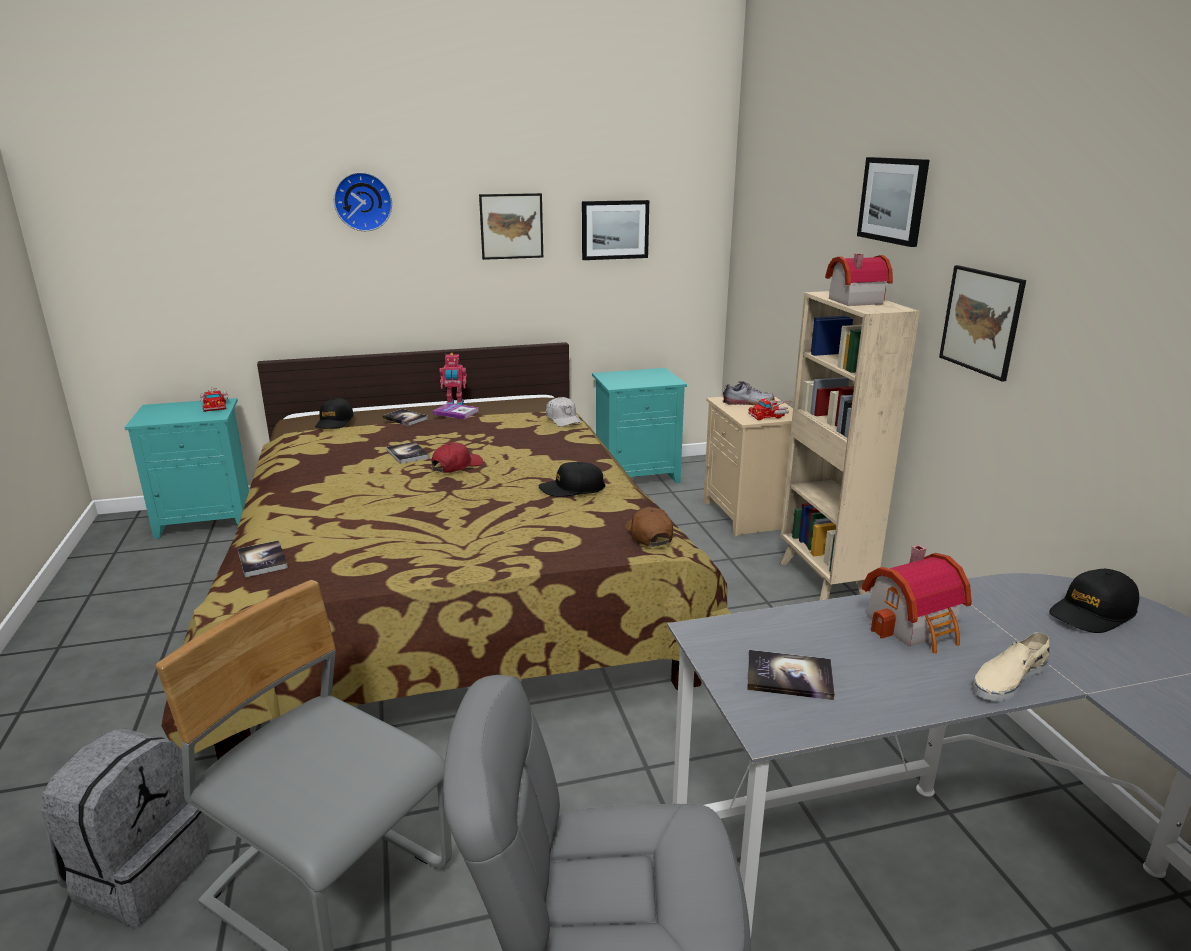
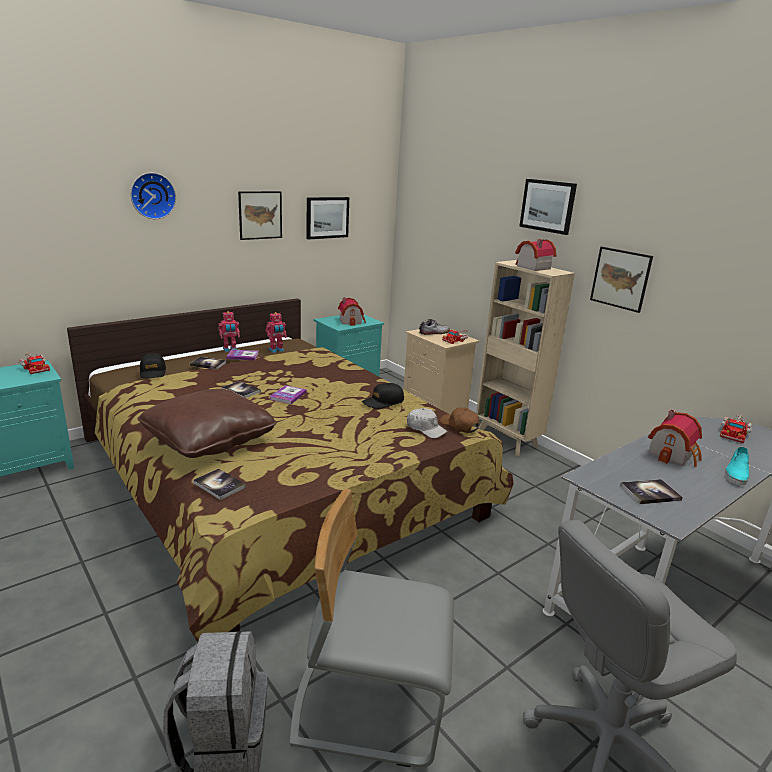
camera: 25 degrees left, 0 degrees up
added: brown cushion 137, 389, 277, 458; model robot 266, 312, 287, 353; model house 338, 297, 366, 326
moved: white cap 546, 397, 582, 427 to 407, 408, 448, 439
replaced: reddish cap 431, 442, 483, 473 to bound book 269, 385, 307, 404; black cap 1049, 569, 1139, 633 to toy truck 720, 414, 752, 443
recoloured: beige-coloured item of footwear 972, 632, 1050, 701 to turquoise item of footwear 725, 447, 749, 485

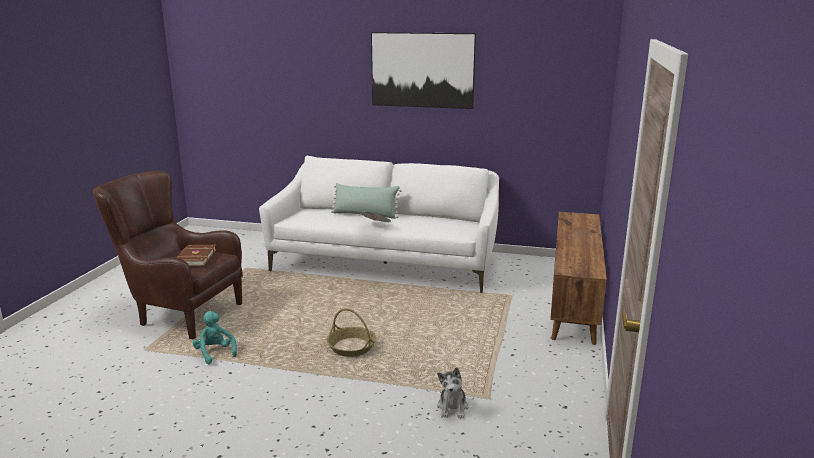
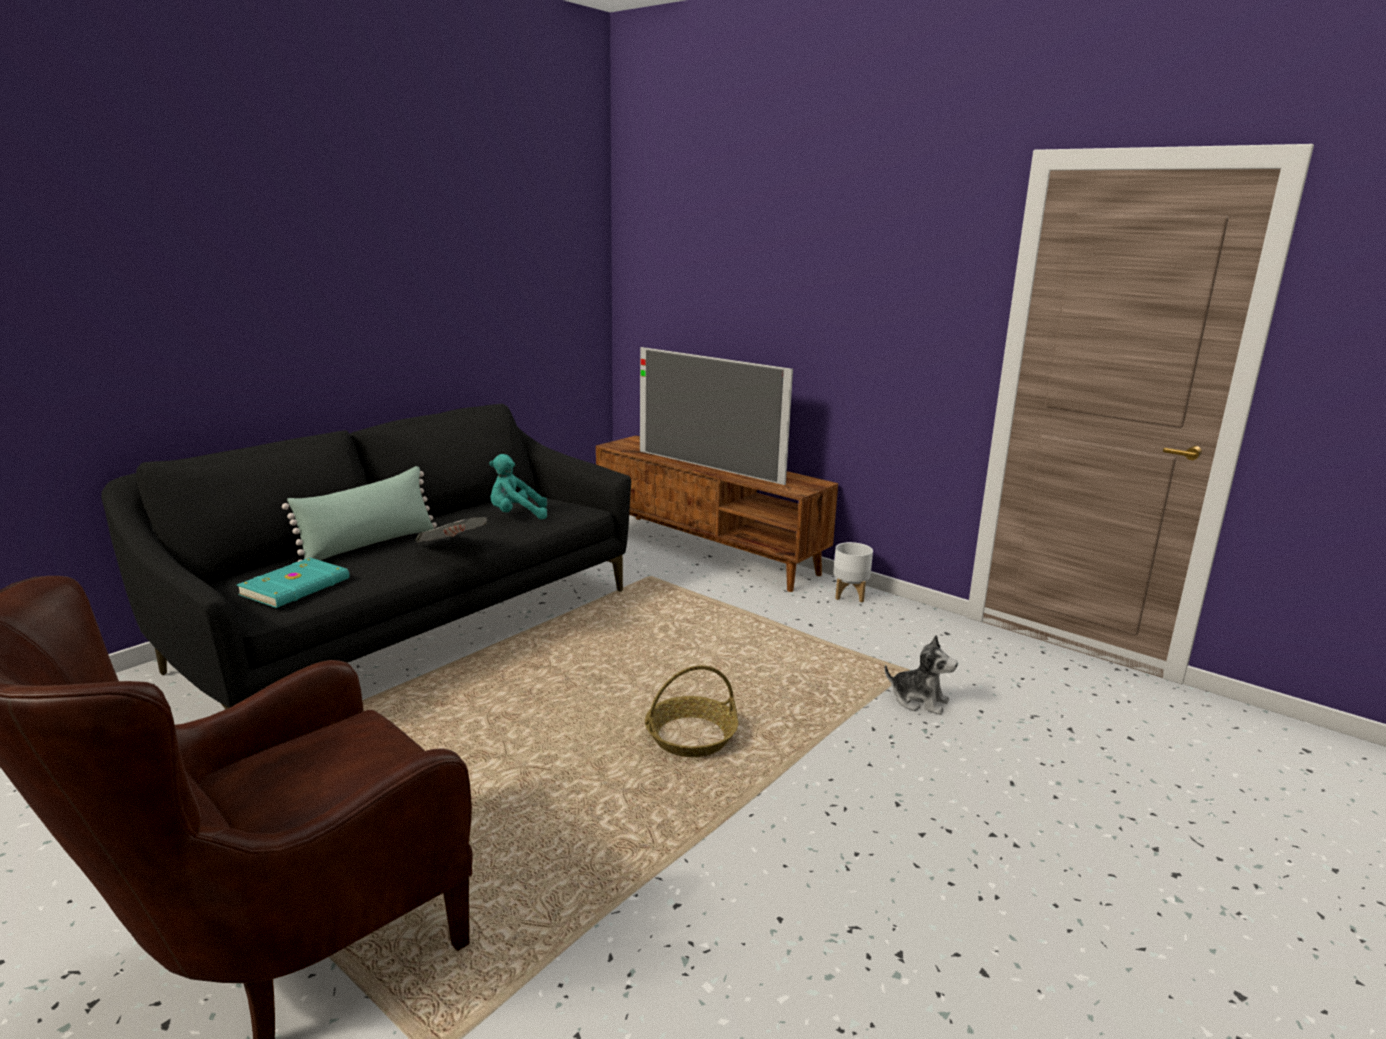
camera: 65 degrees left, 0 degrees up
removed: brown bound book 176, 245, 216, 266; picture 371, 32, 476, 109
added: turquoise bound book 237, 558, 349, 608; television 640, 347, 793, 485; white plant pot 833, 542, 873, 603
moved: turquoise cuddly toy 192, 311, 237, 364 to 489, 454, 547, 519
recoloured: white settee 259, 156, 499, 293 to black settee 101, 404, 631, 709

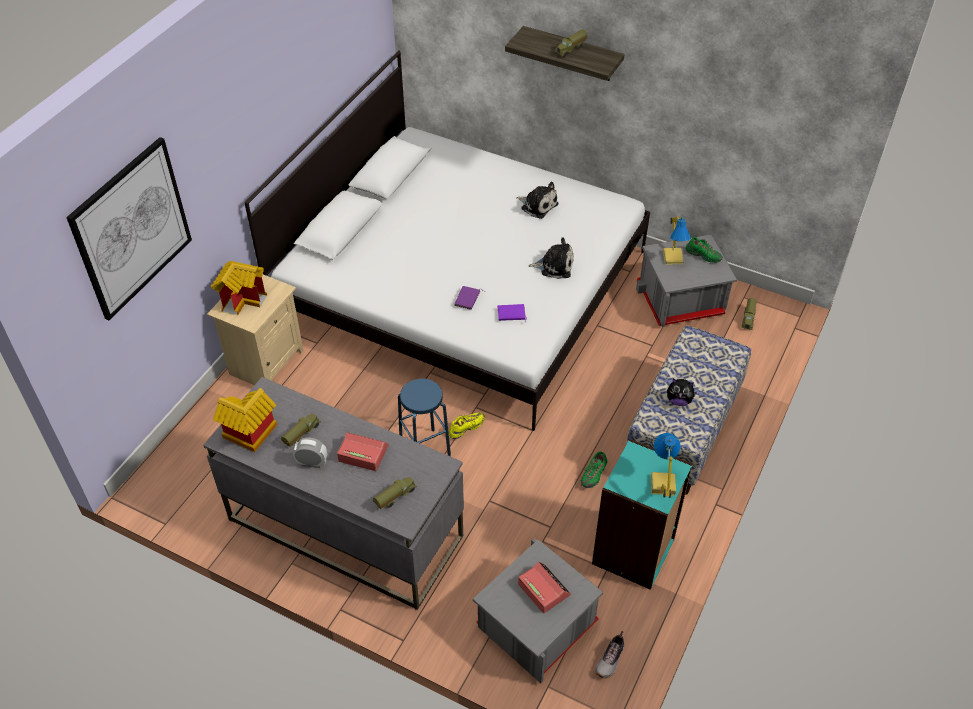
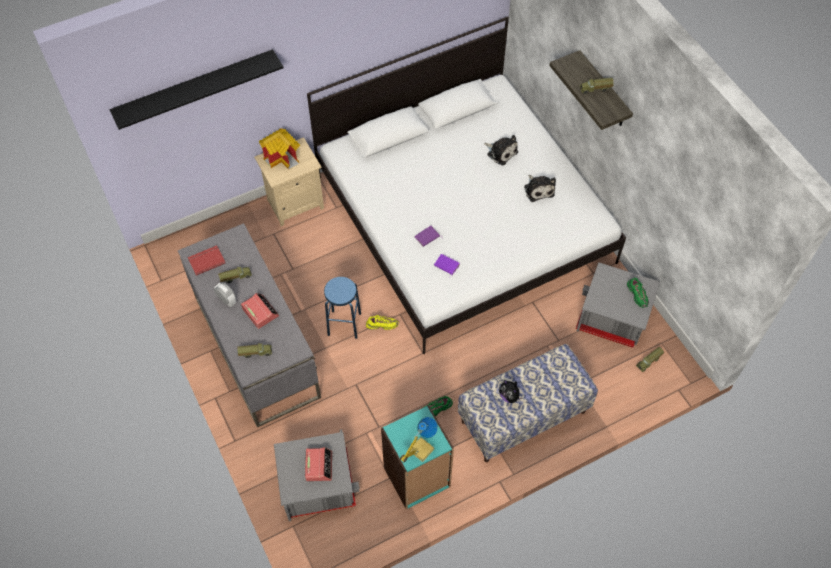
camera: 35 degrees right, 10 degrees up
removed: item of footwear 595, 631, 624, 678; tabletop lamp 663, 216, 691, 265
moved: cuddly toy 529, 237, 574, 279 to 484, 135, 518, 166
replaced: picture 66, 137, 192, 320 to black wall shelf 109, 49, 283, 130; model house 213, 388, 277, 452 to reddish bound book 188, 245, 225, 276

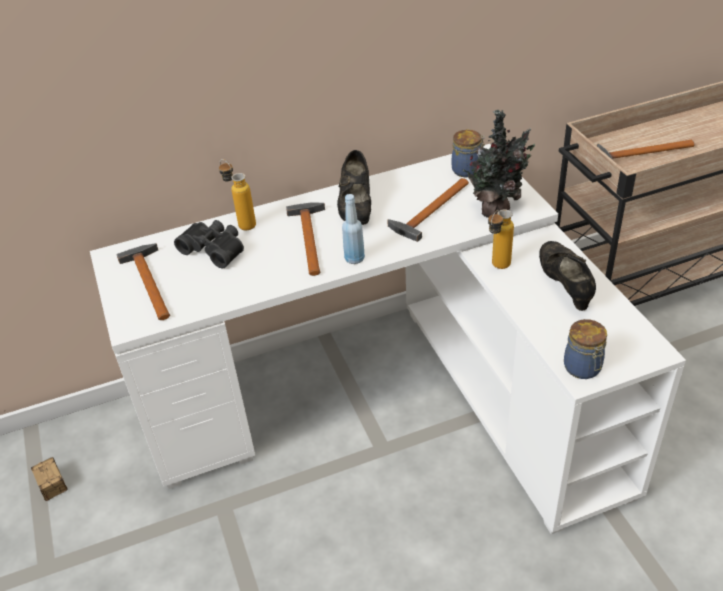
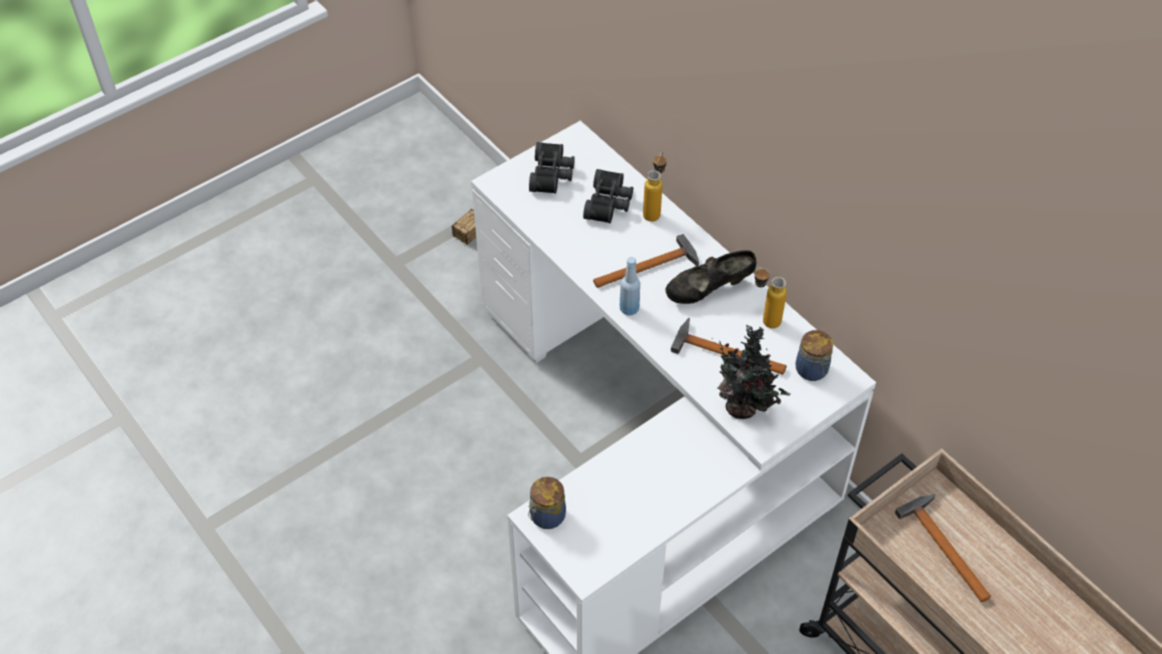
camera: 70 degrees right, 10 degrees up
removed: black item of footwear 539, 241, 596, 311
moved: beverage bottle 488, 209, 514, 269 to 754, 268, 787, 328
replaced: tool hammer 117, 243, 170, 320 to black field glasses 529, 142, 575, 194

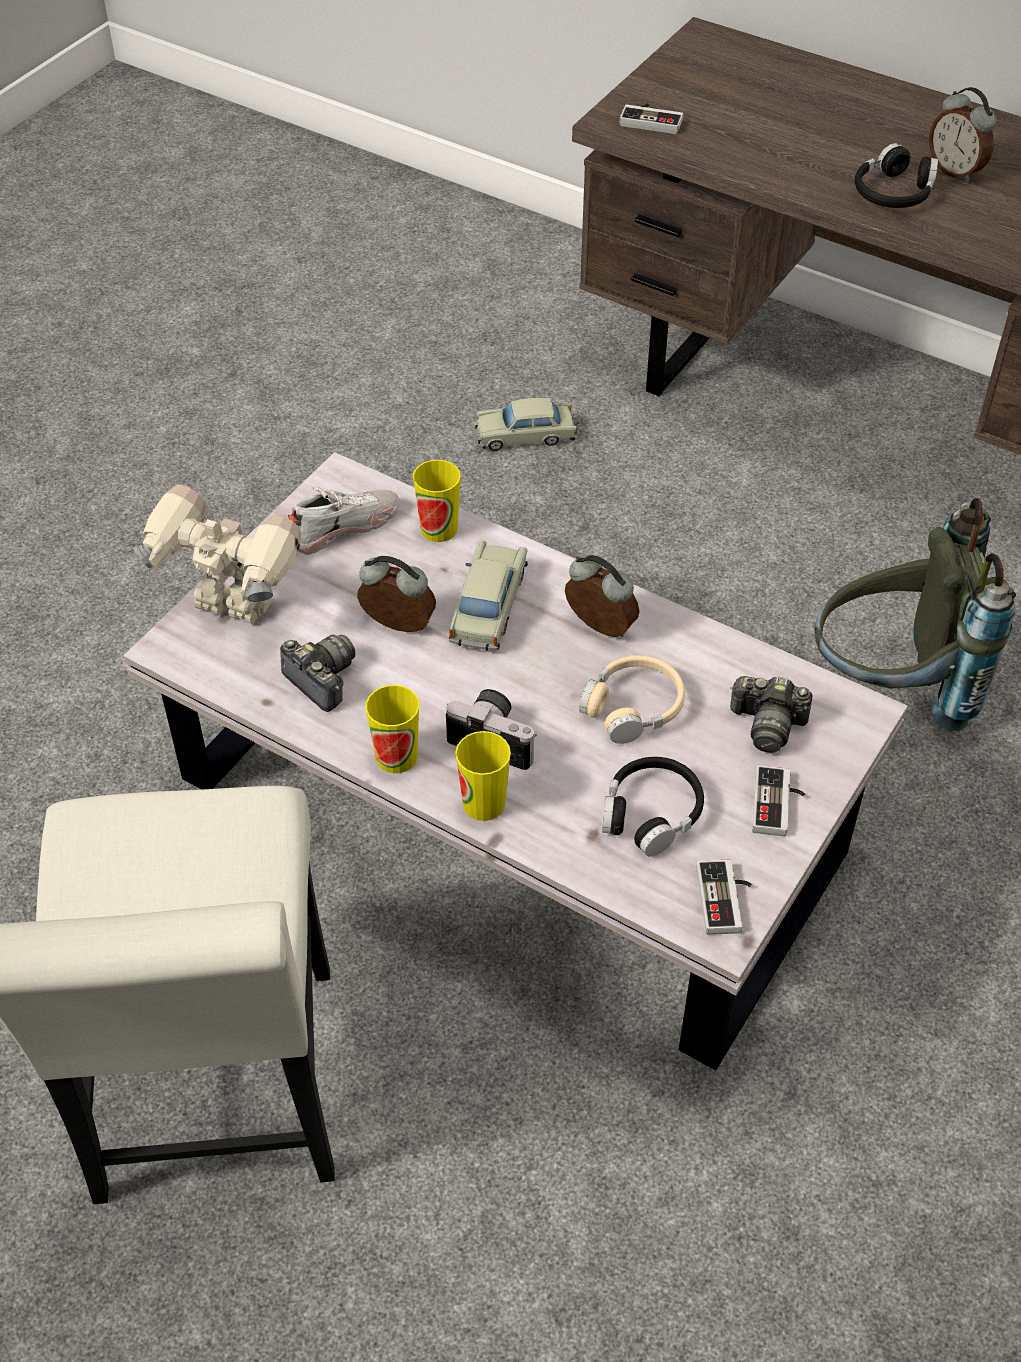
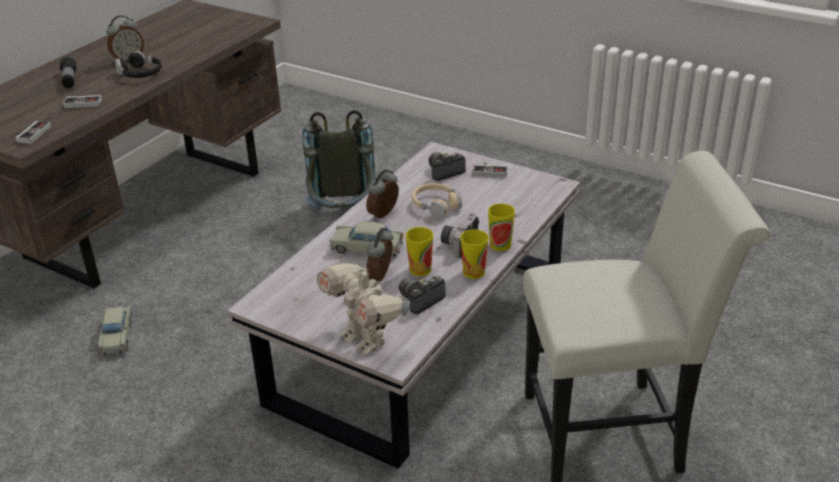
camera: 90 degrees left, 15 degrees down
removed: white item of footwear 288, 487, 400, 555; black pair of headphones 602, 757, 704, 857
added: hand torch 60, 57, 76, 88
moved: small cup 413, 460, 461, 542 to 405, 227, 433, 276; game controller 696, 860, 752, 935 to 63, 95, 102, 108
turned: model robot 133, 485, 301, 624 = 317, 263, 410, 355 60 degrees counterclockwise; photo camera 730, 676, 812, 753 = 429, 152, 466, 181 135 degrees counterclockwise

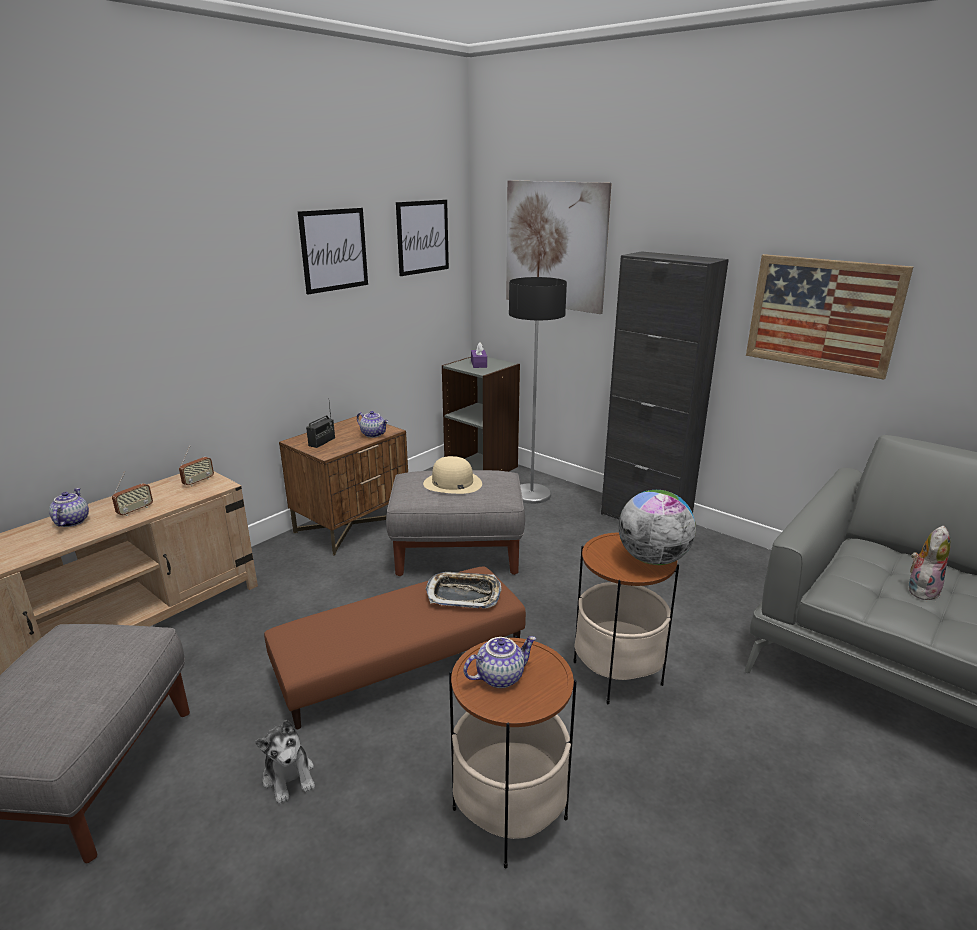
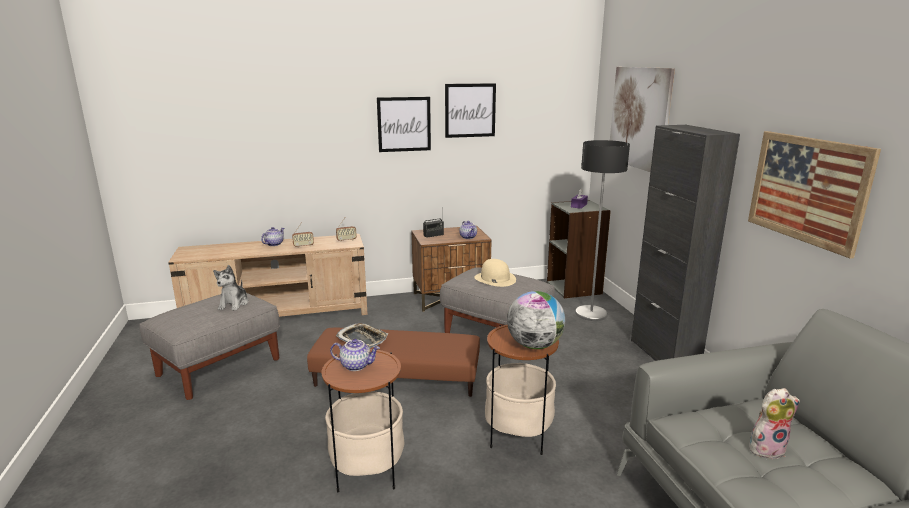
camera: 35 degrees right, 5 degrees down
moved: cuddly toy 255, 720, 315, 804 to 213, 265, 249, 310; picture 396, 200, 449, 276 to 377, 97, 431, 152; serving tray 426, 572, 502, 608 to 336, 323, 388, 348

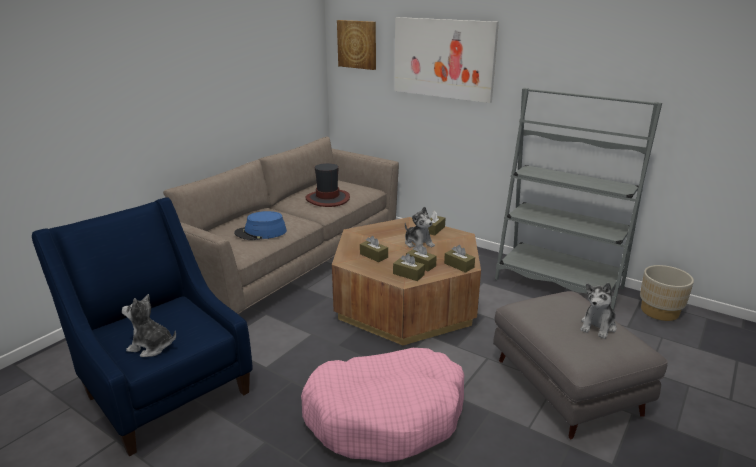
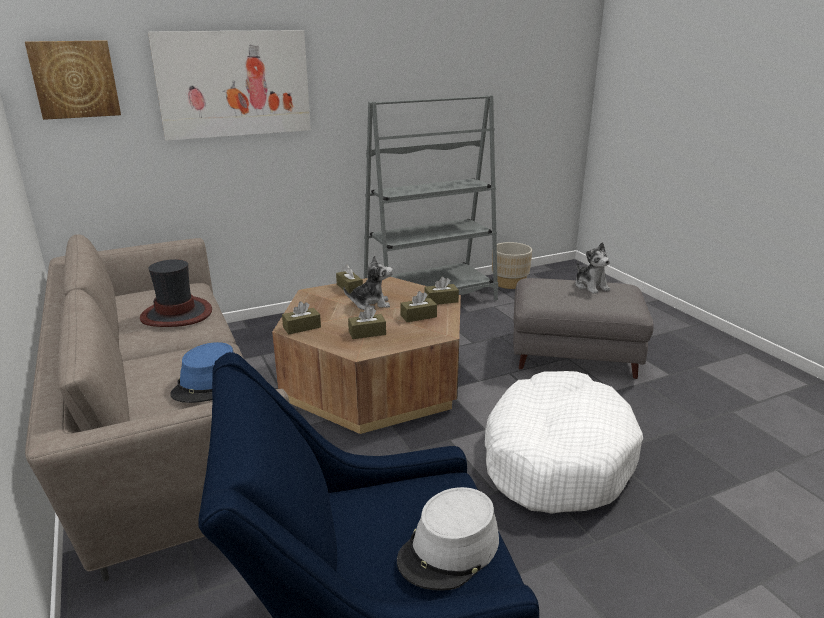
camera: 60 degrees left, 0 degrees up
moved: brown tissue holder 393, 253, 425, 281 to 282, 301, 321, 334
replaced: cuddly toy 122, 294, 176, 357 to greyish clothing hat 397, 487, 499, 591
recoloured: pinkish dog cushion 301, 348, 464, 463 to white dog cushion 485, 371, 643, 514

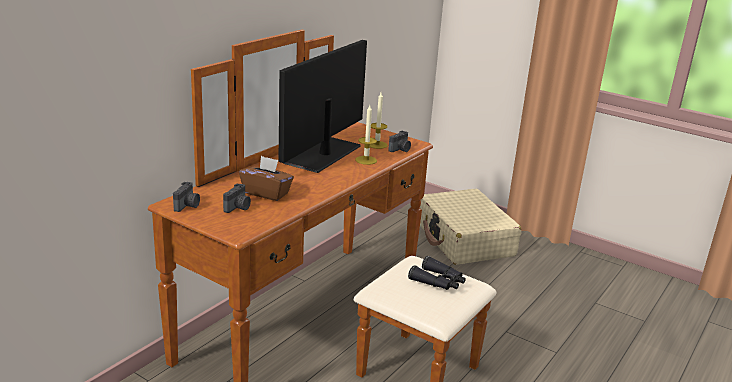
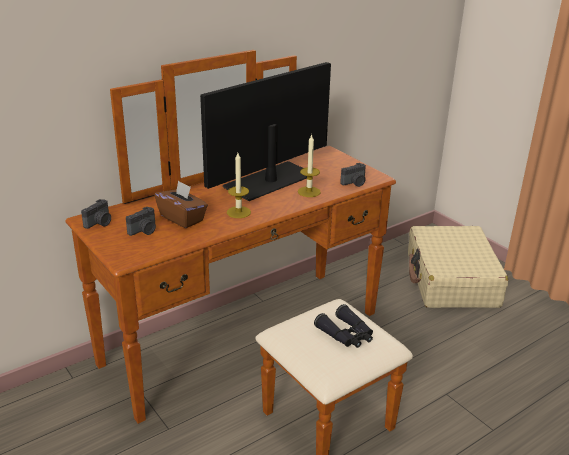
camera: 20 degrees right, 5 degrees up
moved: wax candle 370, 93, 387, 149 to 227, 153, 251, 218

